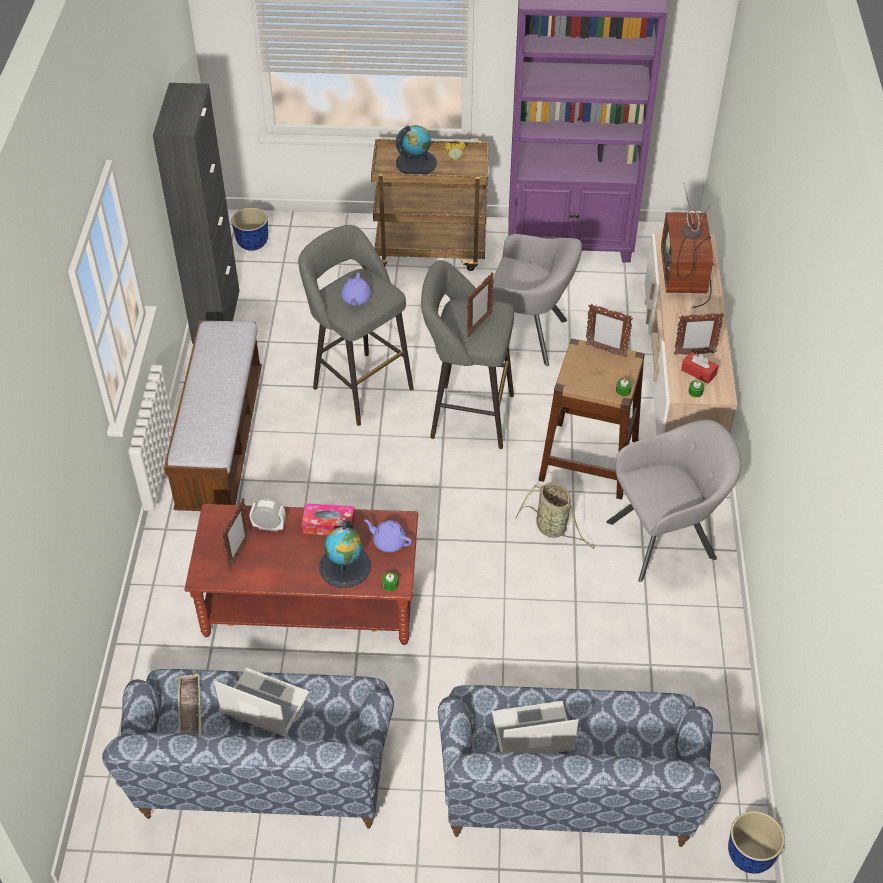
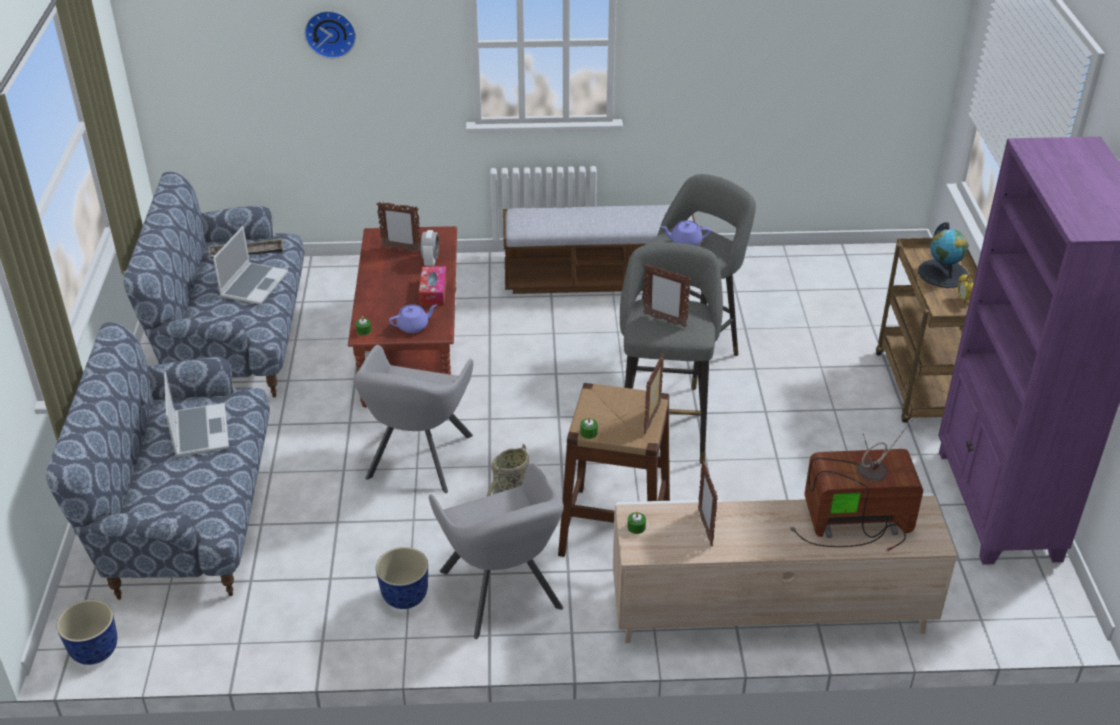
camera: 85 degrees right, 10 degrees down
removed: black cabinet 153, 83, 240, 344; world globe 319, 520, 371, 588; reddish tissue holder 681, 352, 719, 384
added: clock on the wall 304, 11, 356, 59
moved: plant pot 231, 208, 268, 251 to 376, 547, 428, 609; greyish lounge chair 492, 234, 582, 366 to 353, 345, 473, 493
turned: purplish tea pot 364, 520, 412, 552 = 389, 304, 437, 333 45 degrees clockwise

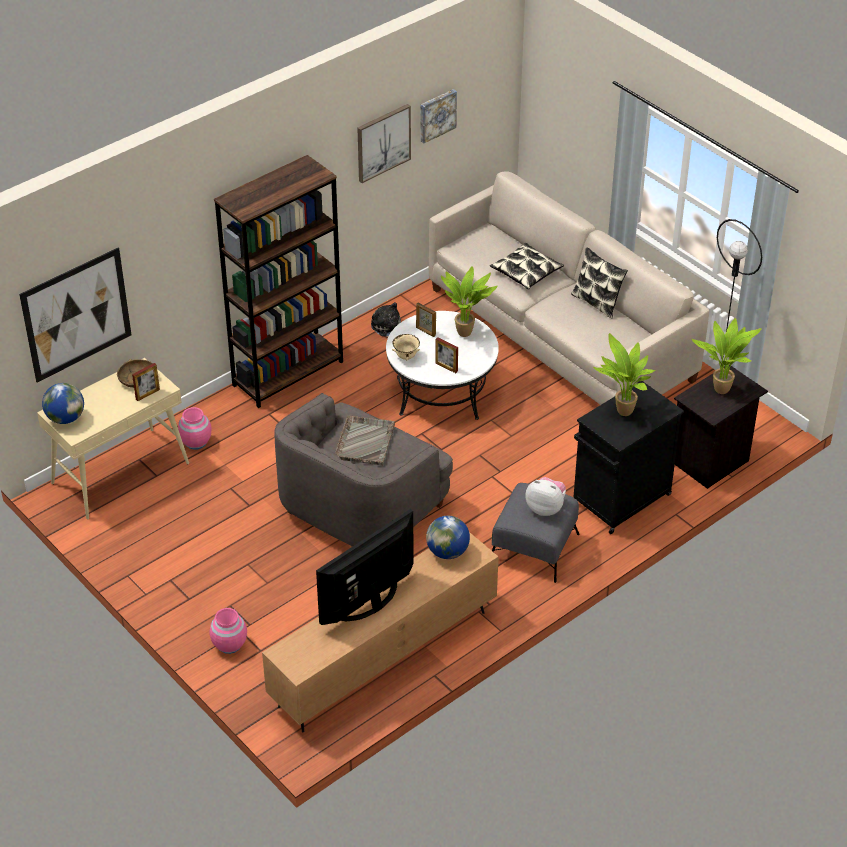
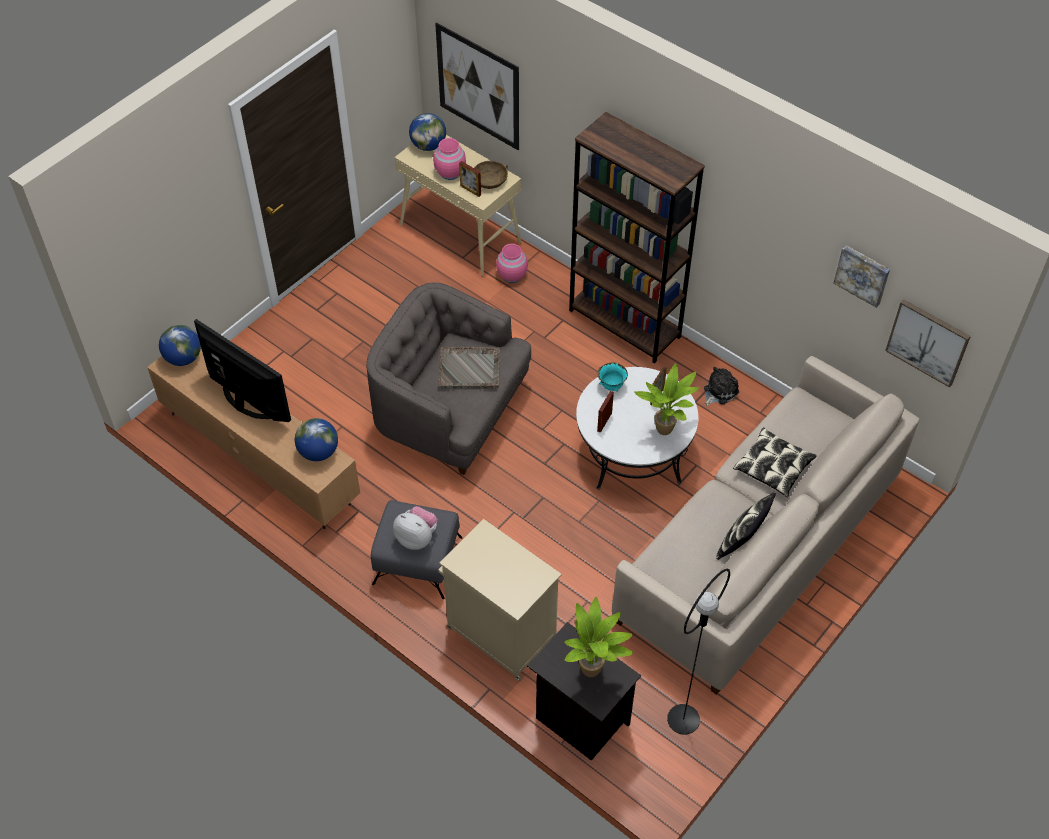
camera: 80 degrees right, 10 degrees up
removed: houseplant 593, 333, 655, 416
added: world globe 159, 325, 201, 366
moved: pinkish decorative vase 209, 608, 247, 654 to 433, 138, 466, 180; picture 357, 104, 411, 183 to 885, 299, 971, 388
recoloured: beige-coloured bowl 392, 334, 420, 360 to turquoise bowl 597, 362, 628, 392; black cabinet 573, 381, 684, 534 to beige-coloured cabinet 438, 519, 562, 681
turned: cuddly toy 526, 477, 566, 516 = 393, 506, 438, 550 75 degrees counterclockwise

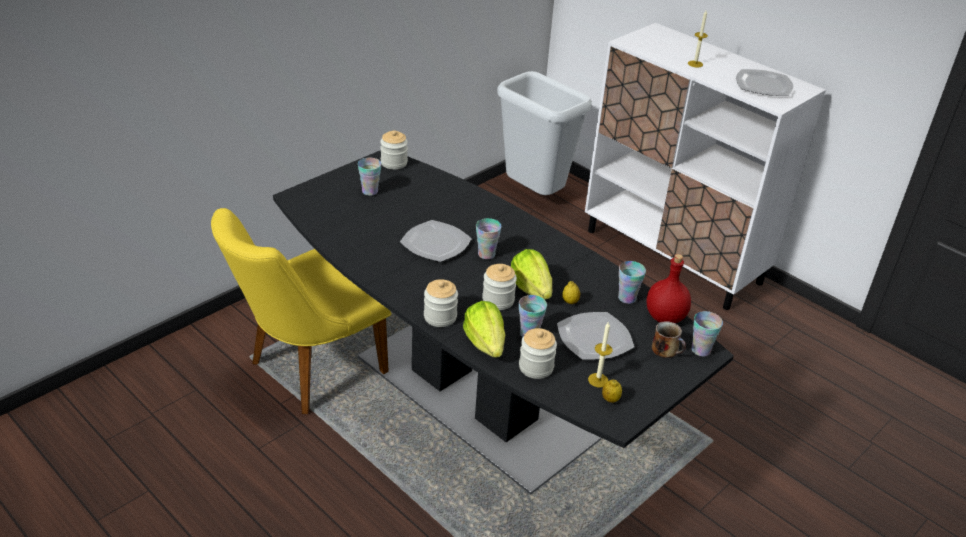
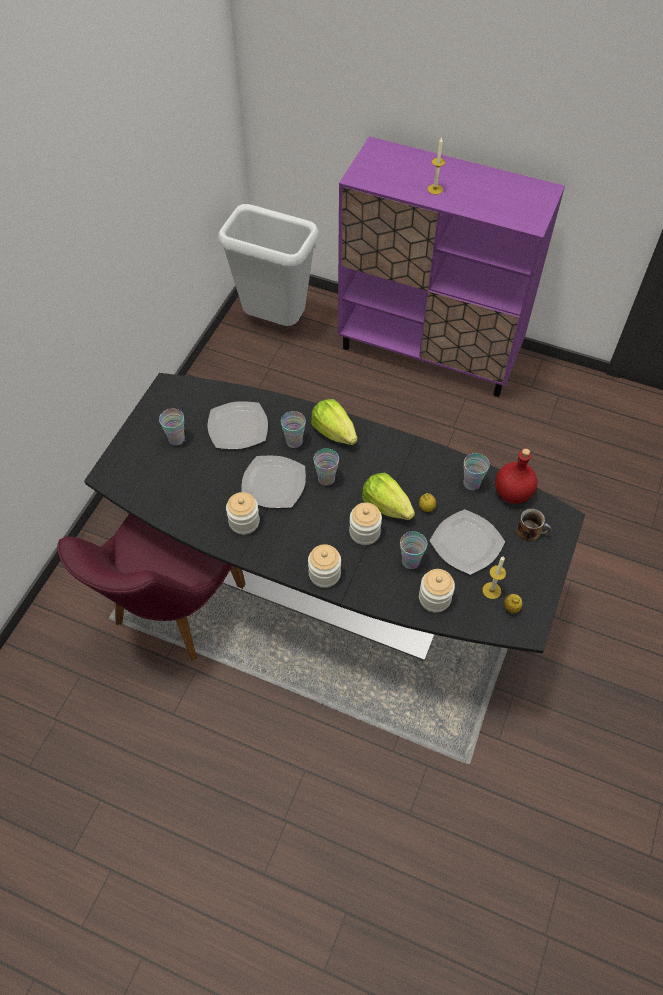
camera: 20 degrees left, 20 degrees up
moved: preserve jar 380, 130, 408, 169 to 226, 492, 260, 535; lettuce head 463, 301, 505, 358 to 311, 399, 357, 445; small cup 691, 311, 723, 356 to 281, 411, 306, 448; plate 736, 69, 794, 96 to 207, 401, 268, 449
recoloured: yellow-coloured plain chair 211, 208, 391, 414 to purplish plain chair 57, 514, 245, 661; white cabinet 585, 23, 826, 310 to purplish cabinet 338, 136, 565, 397

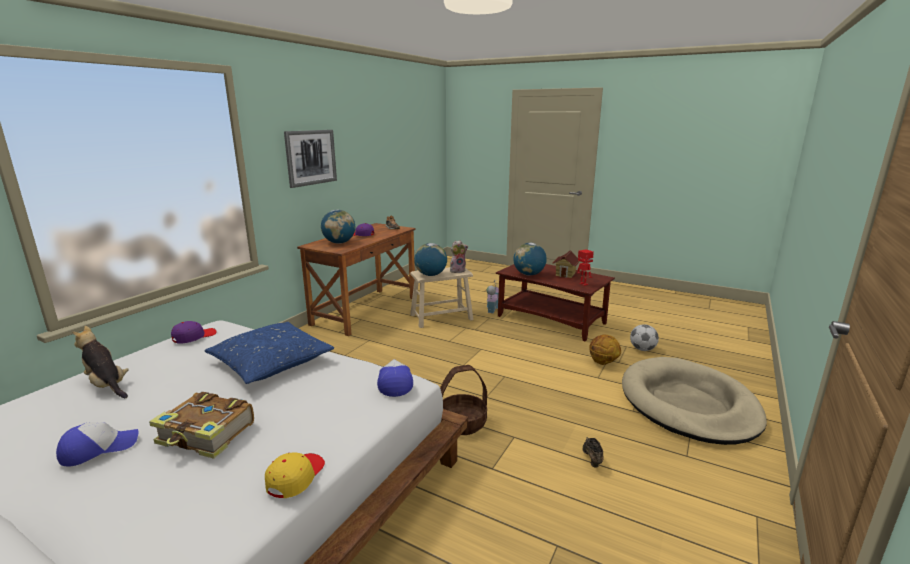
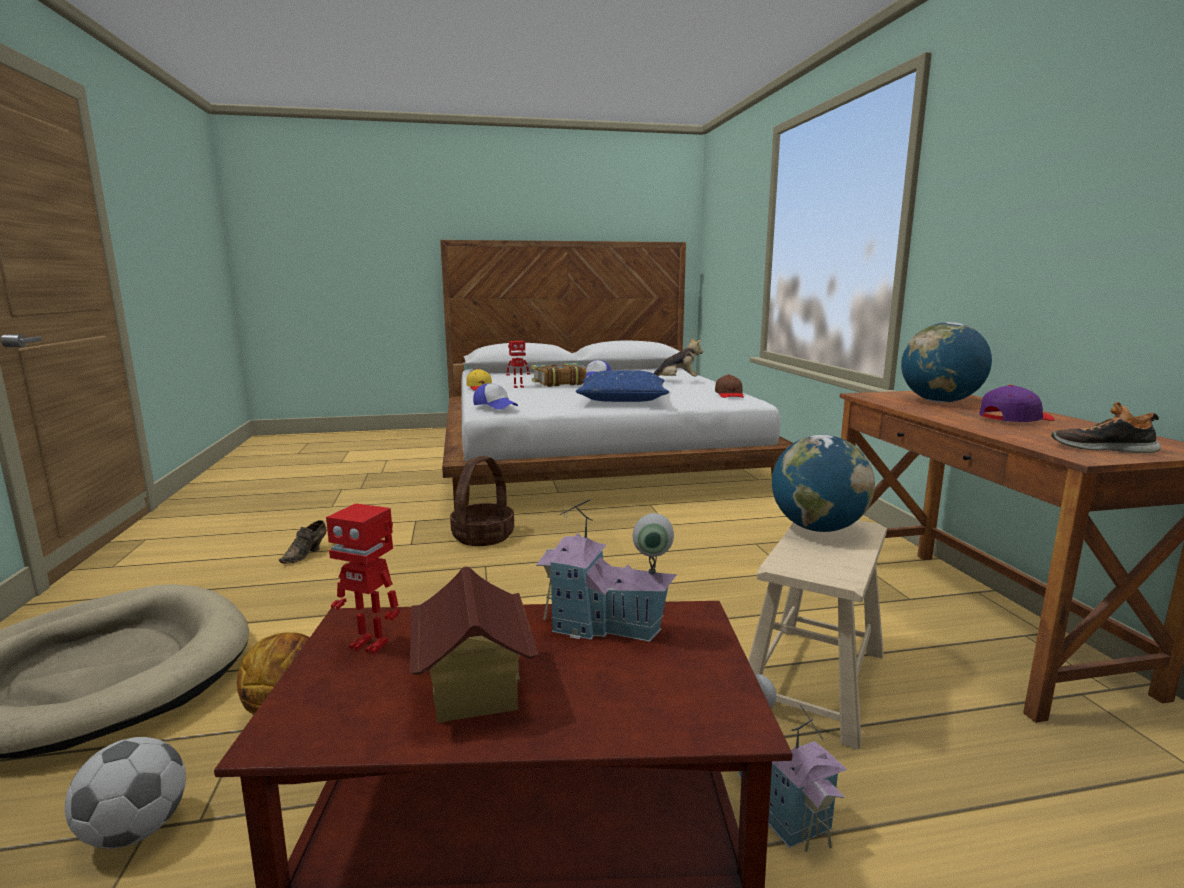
camera: 140 degrees right, 5 degrees down
removed: picture 284, 130, 337, 188; cuddly toy 450, 240, 468, 273
added: model robot 506, 341, 530, 388
replaced: world globe 513, 243, 547, 276 to model house 536, 499, 677, 642
recoloured: purplish cap 171, 321, 216, 343 to brown cap 715, 374, 744, 398
turned: brown item of footwear 582, 437, 604, 468 = 279, 520, 327, 564 60 degrees clockwise

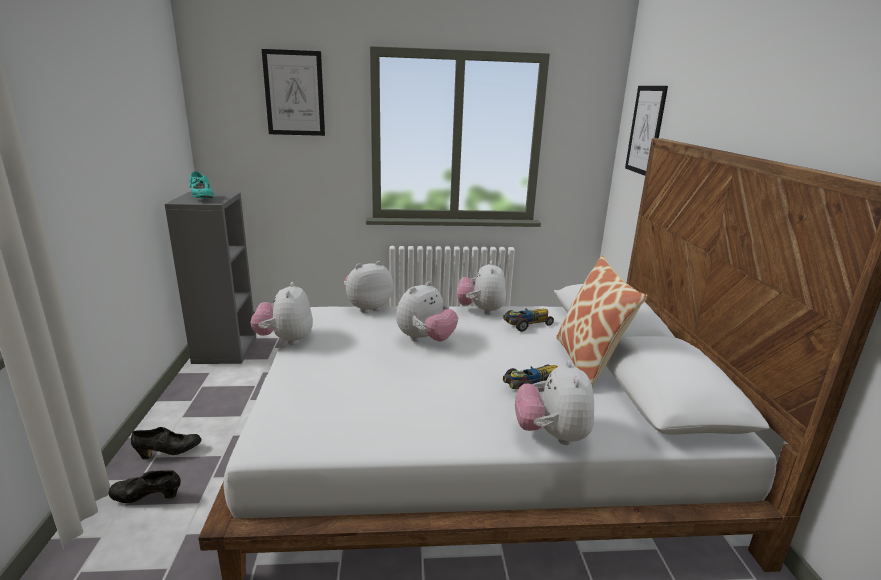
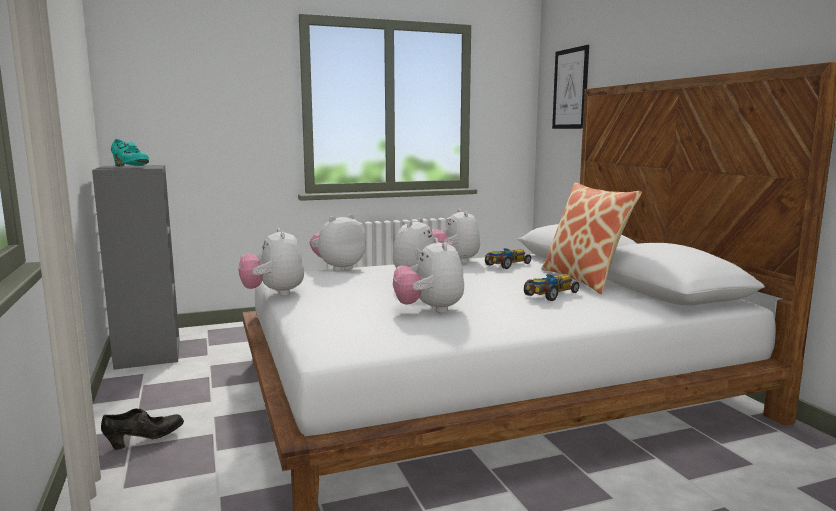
camera: 15 degrees left, 10 degrees down
removed: black item of footwear 109, 470, 181, 503; picture 262, 49, 325, 136
moved: cuddly toy 515, 360, 594, 445 to 393, 238, 464, 313

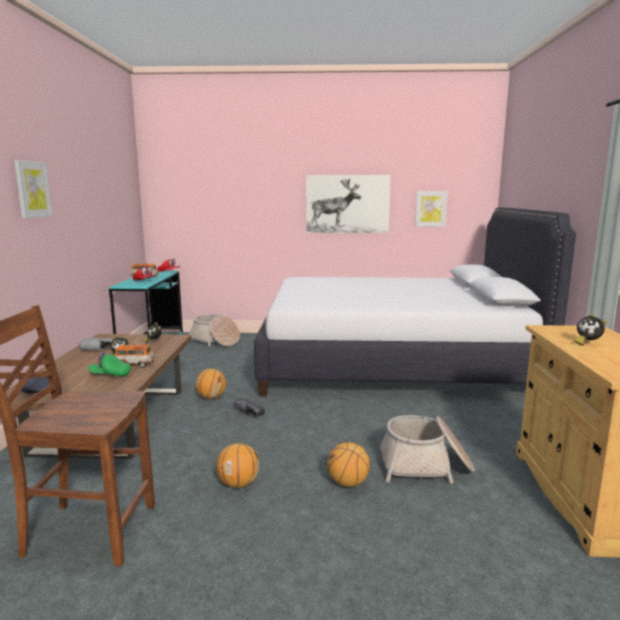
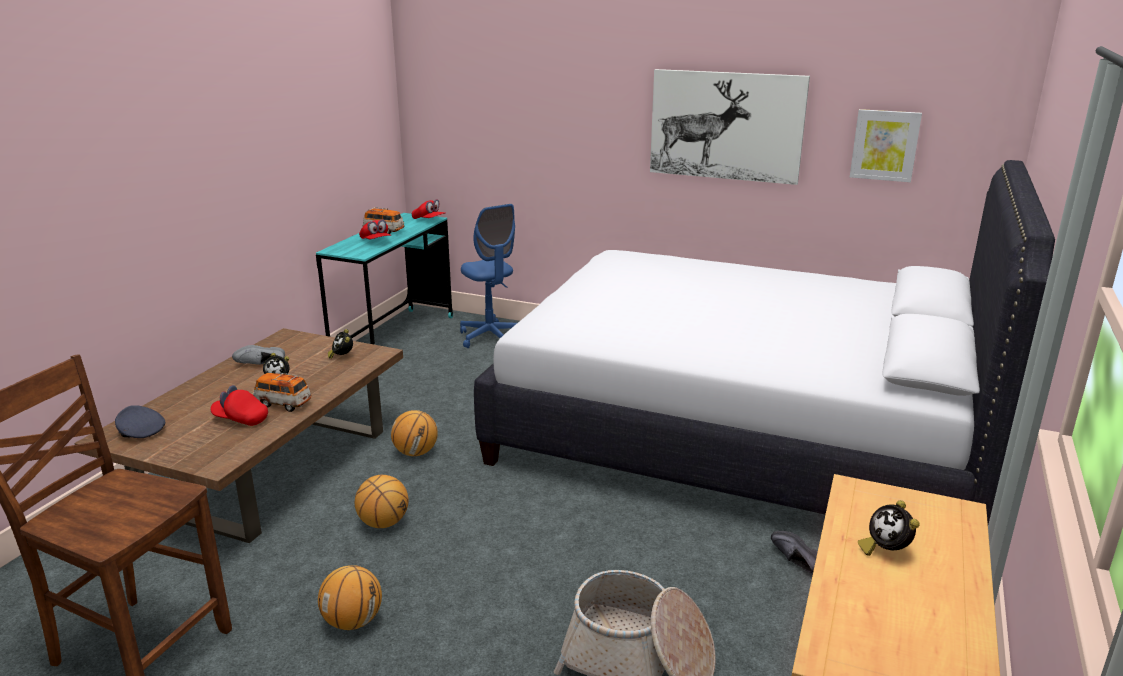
camera: 20 degrees right, 10 degrees up
removed: picture 14, 160, 52, 219
moved: black item of footwear 234, 398, 265, 416 to 771, 531, 818, 573; basketball ball 327, 442, 370, 487 to 355, 475, 409, 528
replaced: household basket 189, 315, 240, 347 to bluish office chair 460, 204, 517, 348
recoloured: greenish cap 88, 352, 131, 377 to reddish cap 210, 385, 268, 426

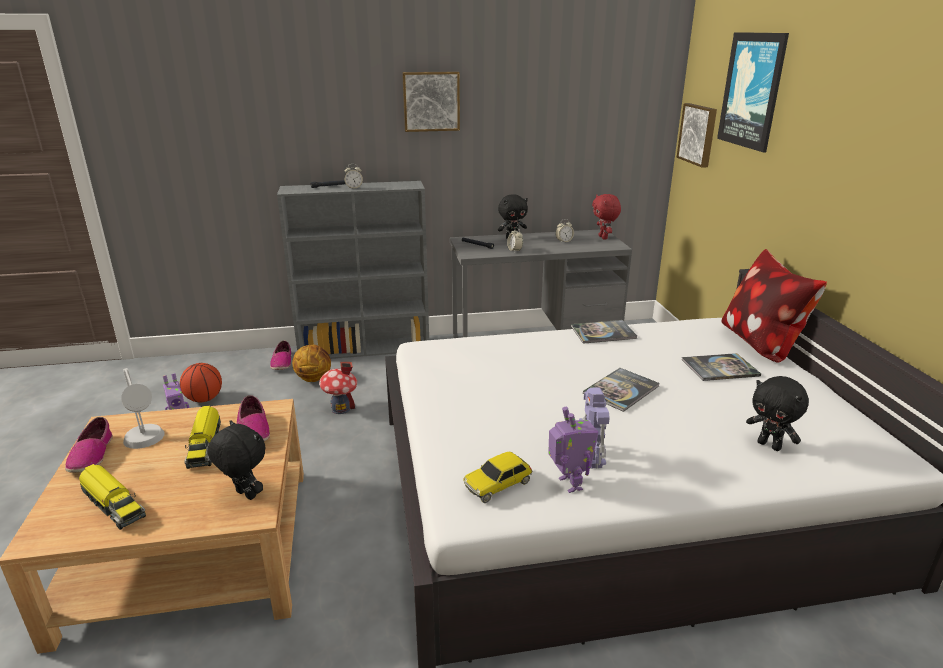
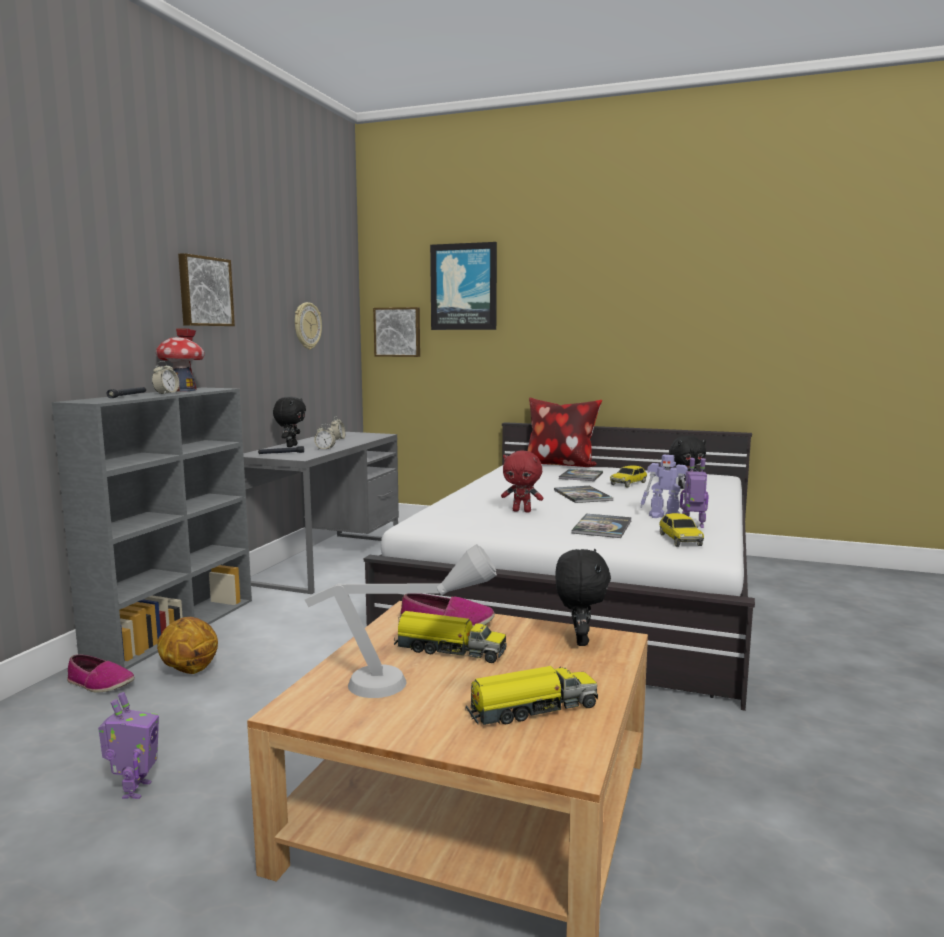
camera: 60 degrees left, 15 degrees down
removed: item of footwear 65, 417, 113, 473; basketball ball 180, 363, 222, 402
added: clock on the wall 295, 302, 322, 350; model car 610, 465, 647, 487
moved: model house 319, 362, 357, 414 to 156, 328, 205, 392; bound book 571, 320, 637, 344 to 572, 514, 632, 538; reddish cuddly toy 592, 194, 621, 240 to 501, 451, 543, 512
turned: black cuddly toy 207, 420, 266, 500 = 555, 549, 611, 646 120 degrees clockwise

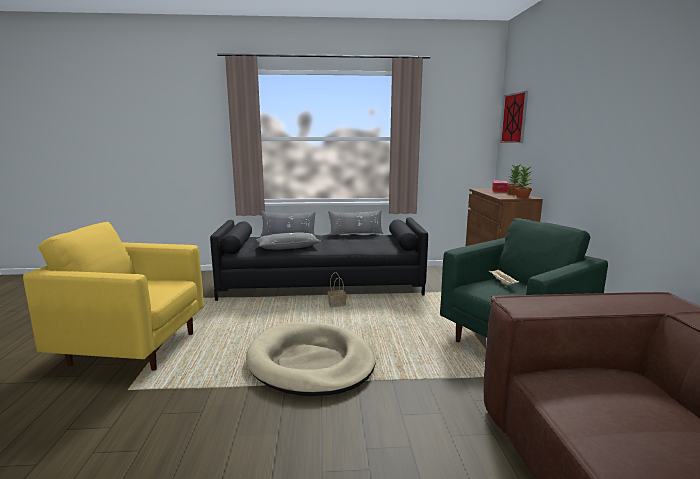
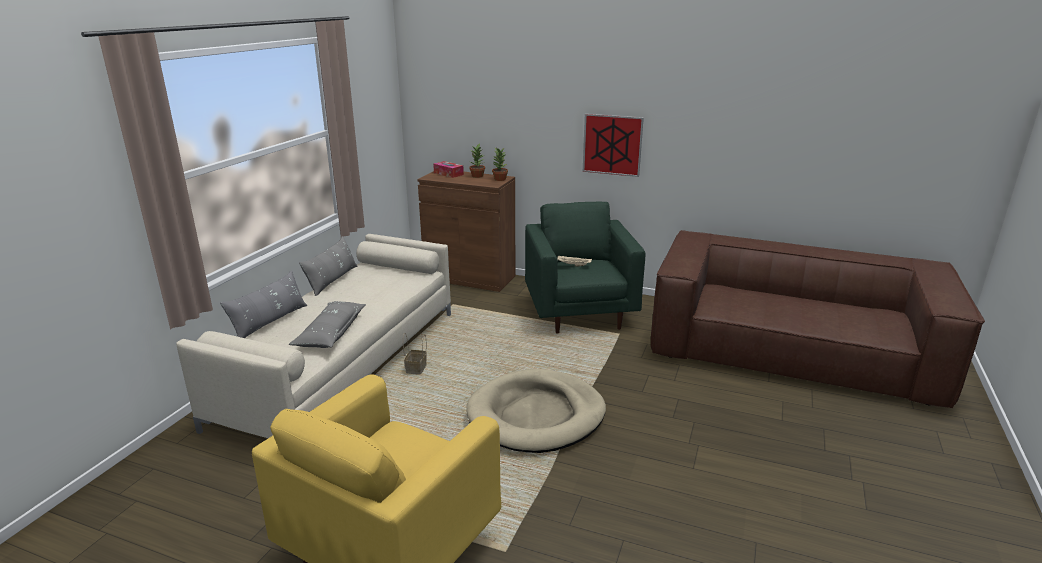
camera: 65 degrees left, 10 degrees up
moved: picture 500, 91, 528, 143 to 583, 114, 644, 177
recoloured: black settee 210, 218, 428, 301 to beige-coloured settee 176, 234, 451, 438

